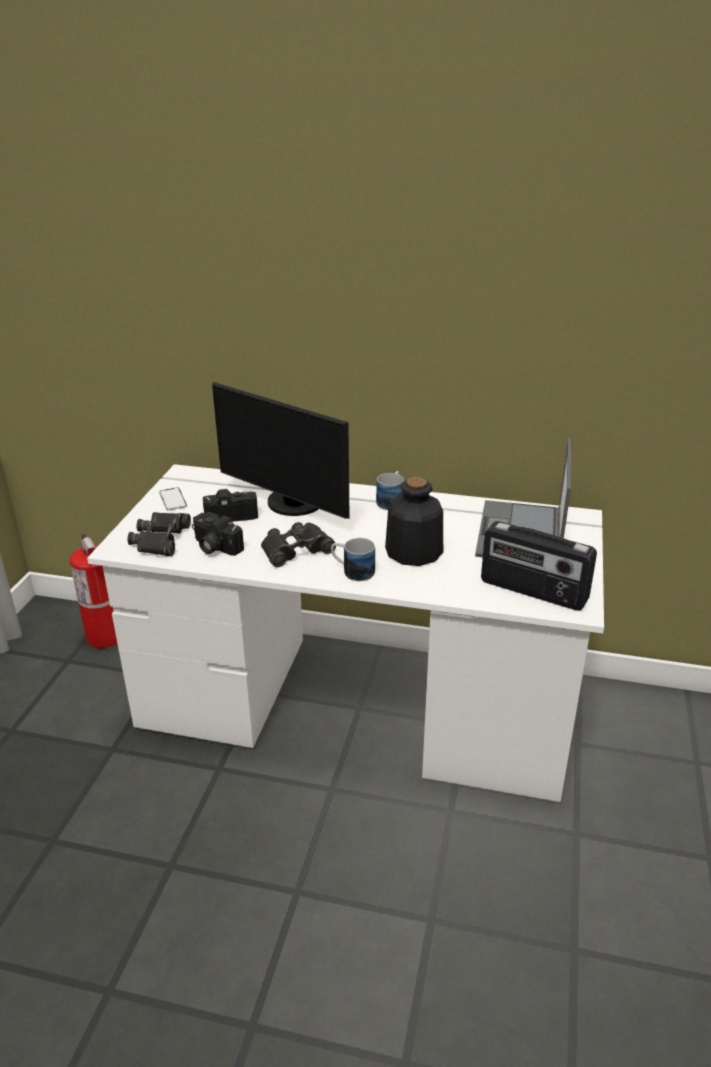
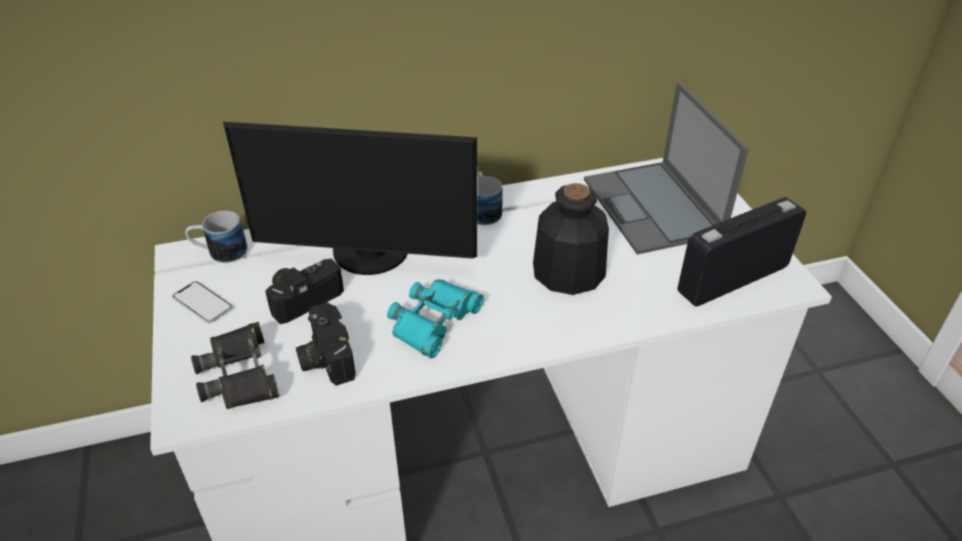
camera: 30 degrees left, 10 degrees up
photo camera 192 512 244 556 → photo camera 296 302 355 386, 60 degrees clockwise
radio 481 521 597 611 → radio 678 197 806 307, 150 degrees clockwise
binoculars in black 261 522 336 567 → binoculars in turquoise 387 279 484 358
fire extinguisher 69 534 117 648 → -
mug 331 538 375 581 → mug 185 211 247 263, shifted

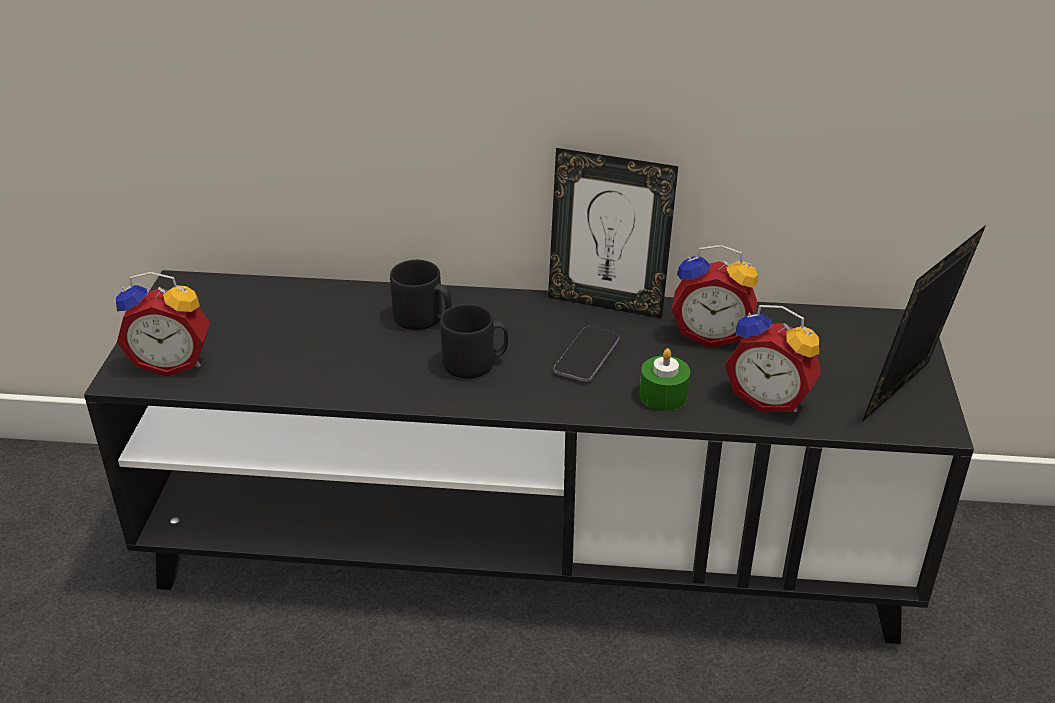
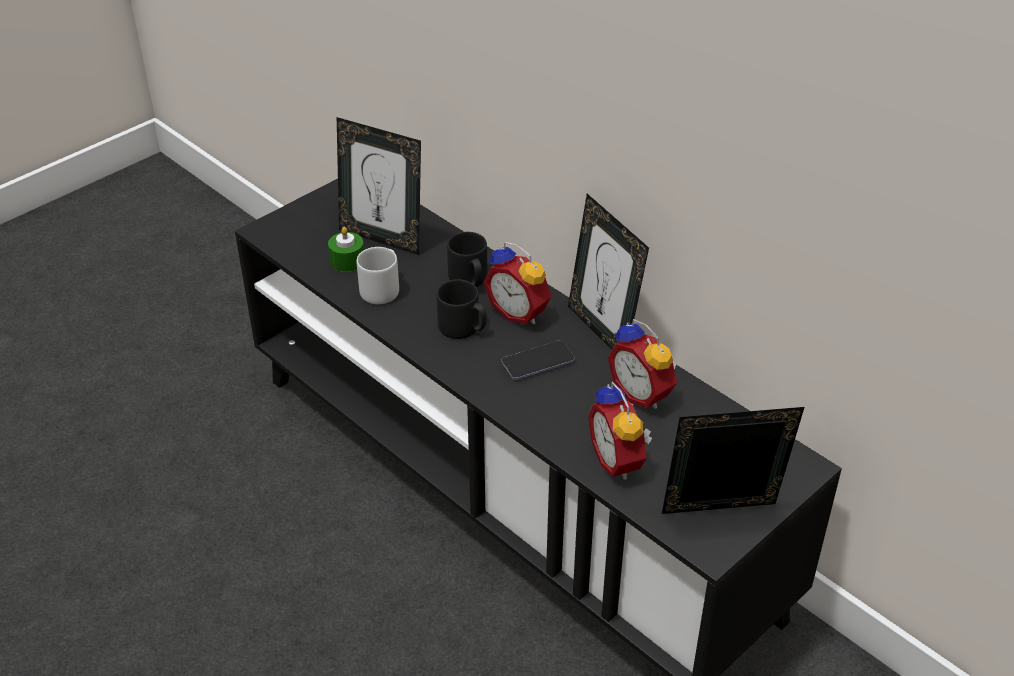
camera: 40 degrees right, 5 degrees up
alarm clock 116 272 210 377 → alarm clock 484 242 551 324, shifted
candle in green 640 348 690 411 → candle in green 328 227 364 272, shifted
- → picture frame 337 117 421 255
- → mug in grey 357 247 399 304

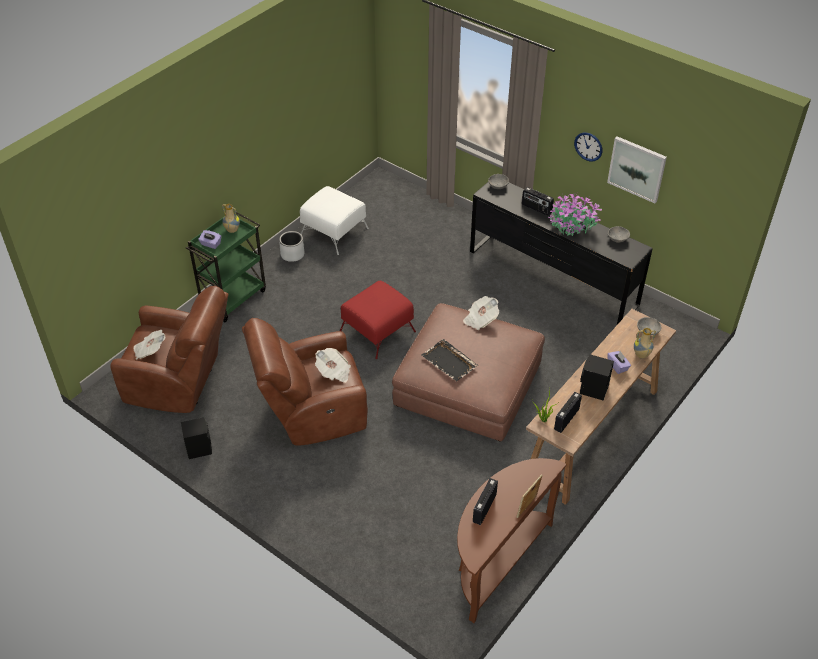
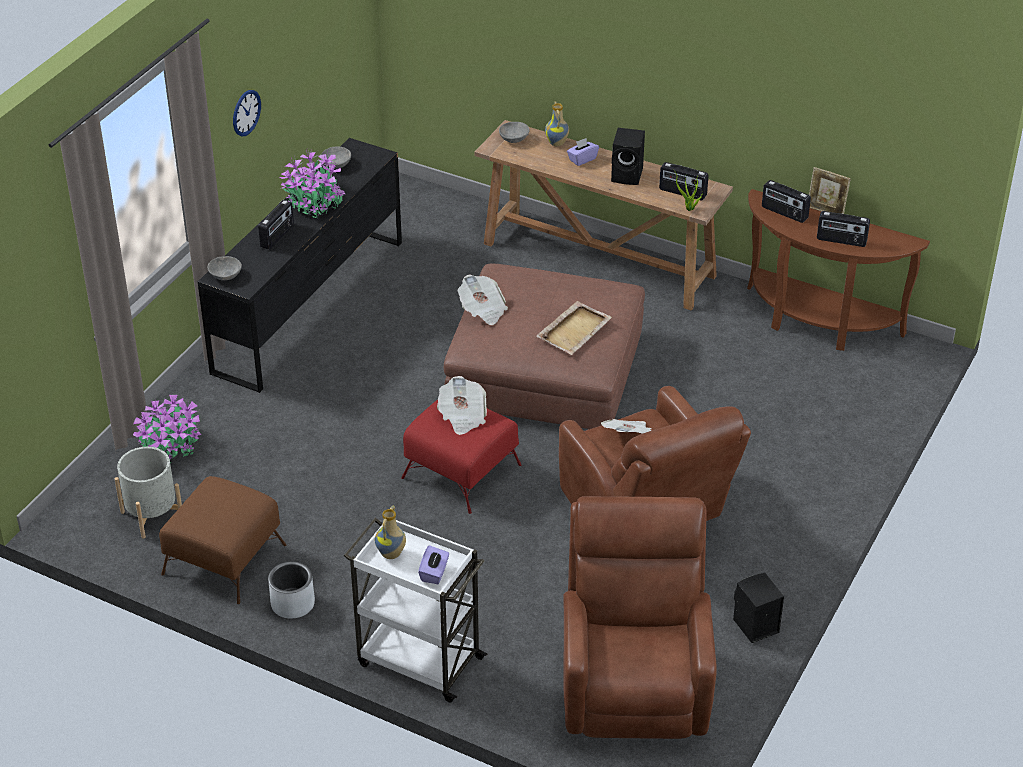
camera: 100 degrees left, 5 degrees down
picture 607 136 667 203 → -
ottoman in white 300 186 369 255 → ottoman in brown 159 476 286 604
cart in green 186 212 266 322 → cart in white 344 517 487 703
newspaper 133 330 165 360 → newspaper 437 376 487 435, shifted
tray in black 421 339 478 381 → tray in beige 536 301 612 355
- → radio 762 180 811 223
- → potted plant 133 393 201 463
- → planter in grey 115 447 182 538

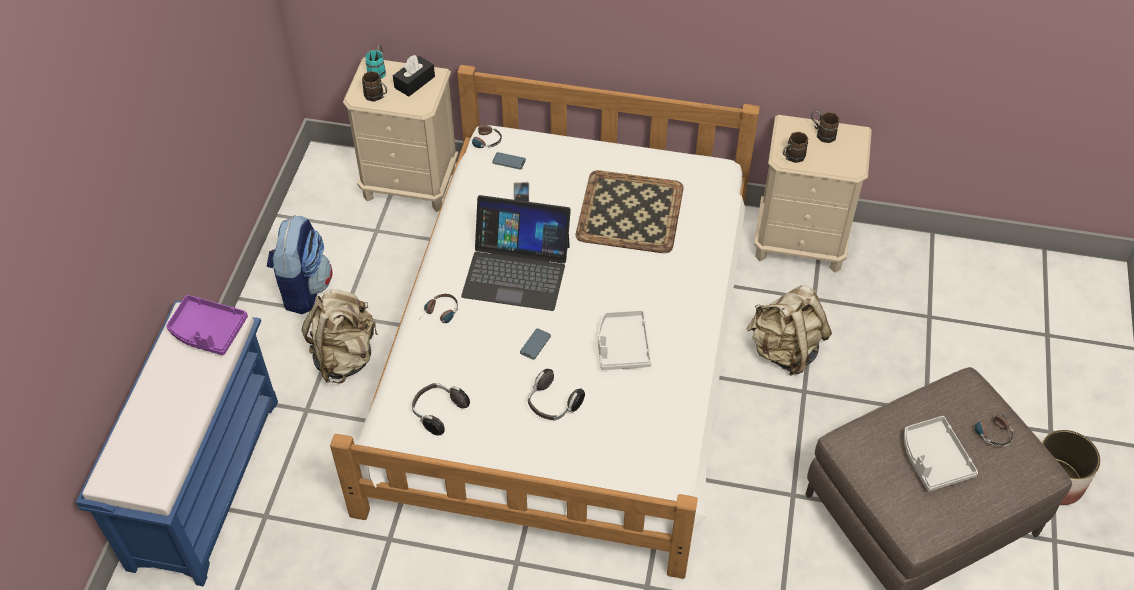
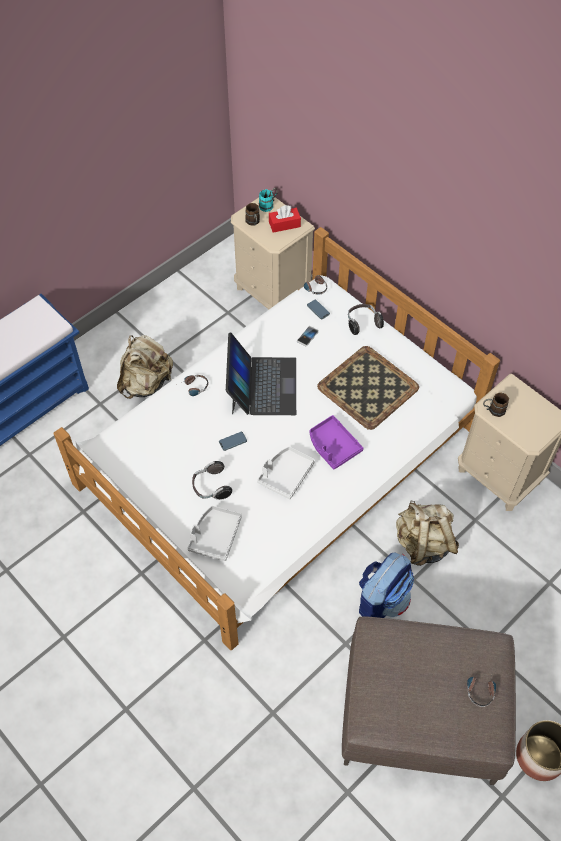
camera: 35 degrees right, 5 degrees up
tissue box in black 393 55 435 97 → tissue box in red 269 205 301 233
mug in brown 811 111 839 143 → -
laptop 461 195 571 311 → laptop 226 332 296 415, 135 degrees counterclockwise
backpack 266 215 333 314 → backpack 359 553 414 618, shifted
tray in purple 166 295 248 355 → tray in purple 310 415 363 470, shifted
headphones 412 383 470 436 → headphones 348 304 384 335, shifted
tray in grey 904 416 978 491 → tray in grey 187 506 242 561, shifted

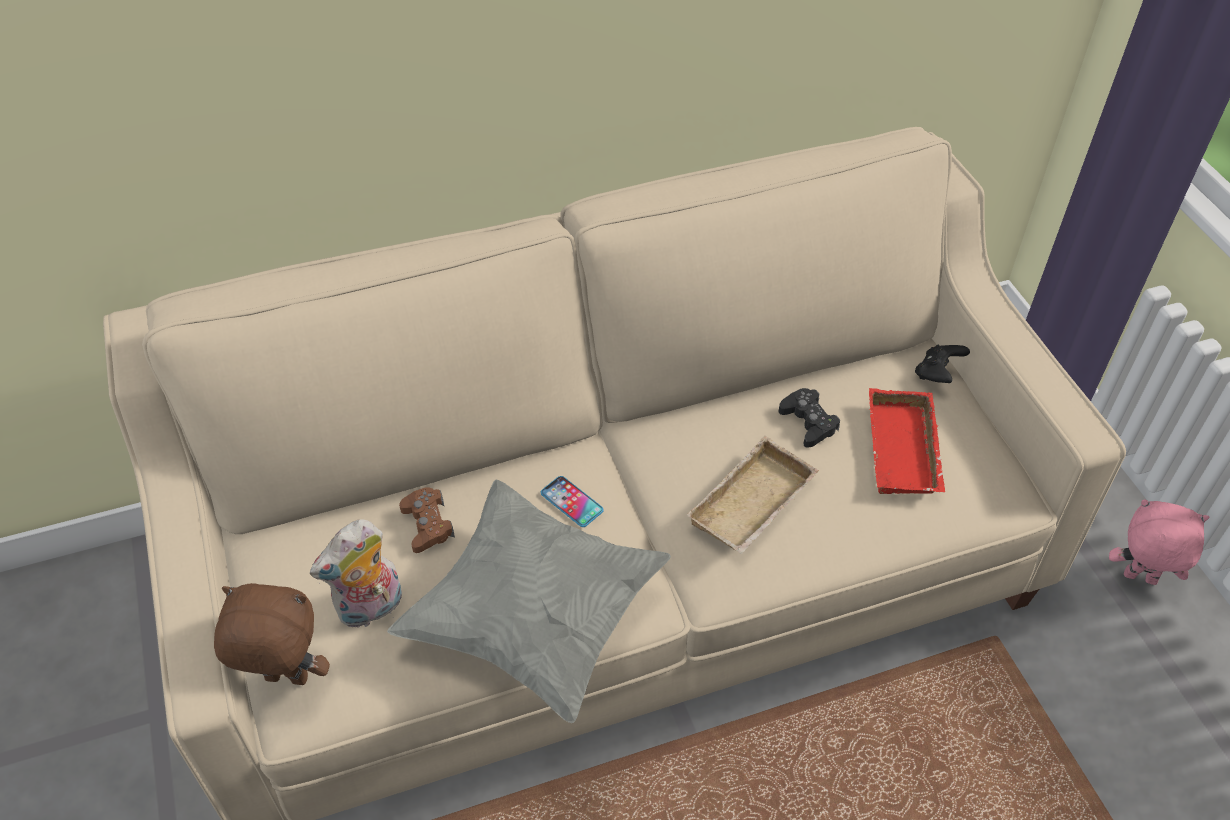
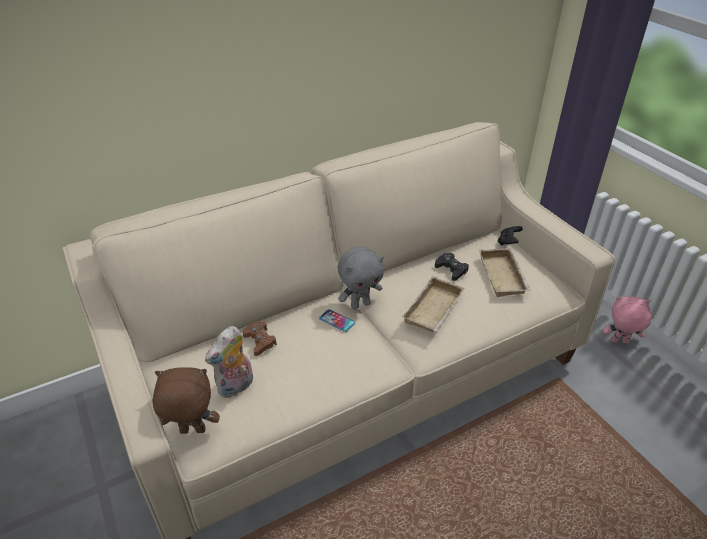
camera: 10 degrees left, 10 degrees down
tray in red 869 388 946 494 → tray in beige 479 248 531 297
pillow in grey 387 480 671 723 → -
- → plush toy in grey 338 247 384 309

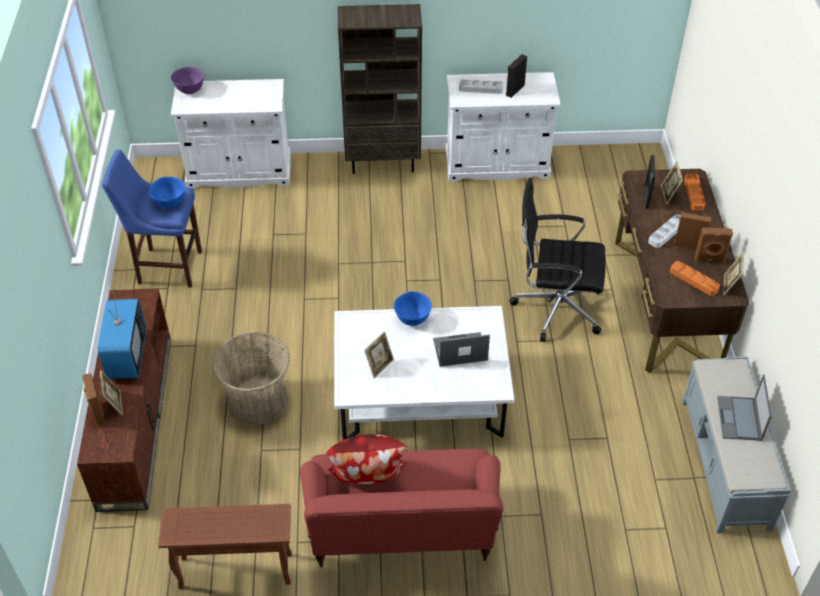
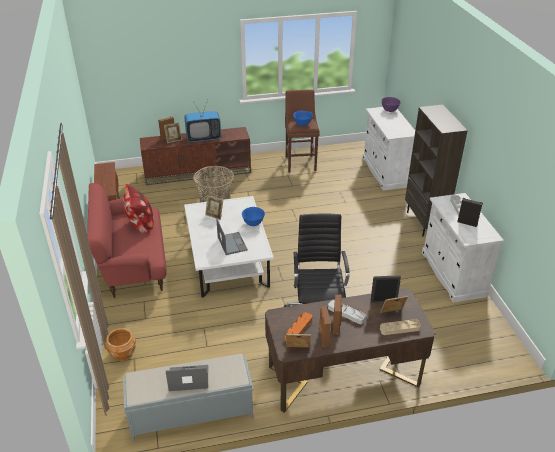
camera: 80 degrees right, 10 degrees down
stool in blue 102 150 202 288 → stool in brown 285 89 320 172
tray in orange 684 174 705 211 → tray in beige 380 319 421 335
- → planter in brown 106 328 136 361

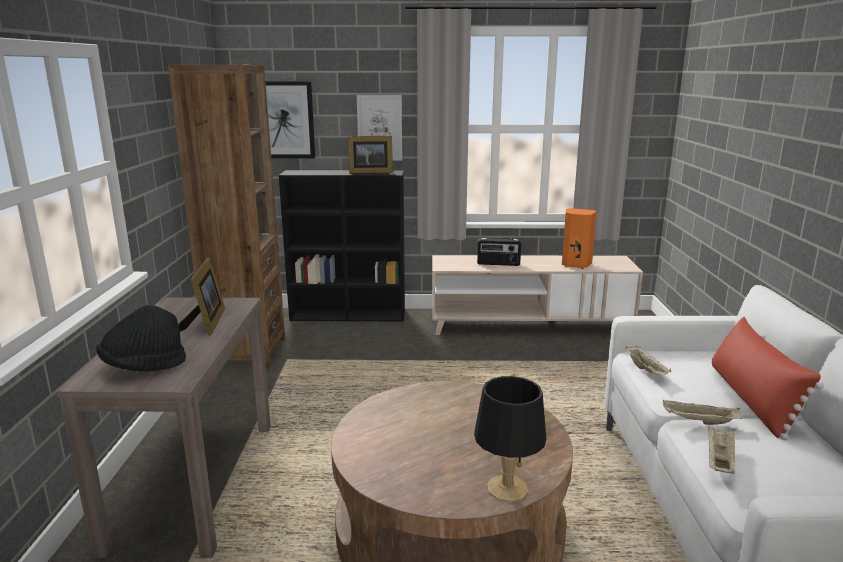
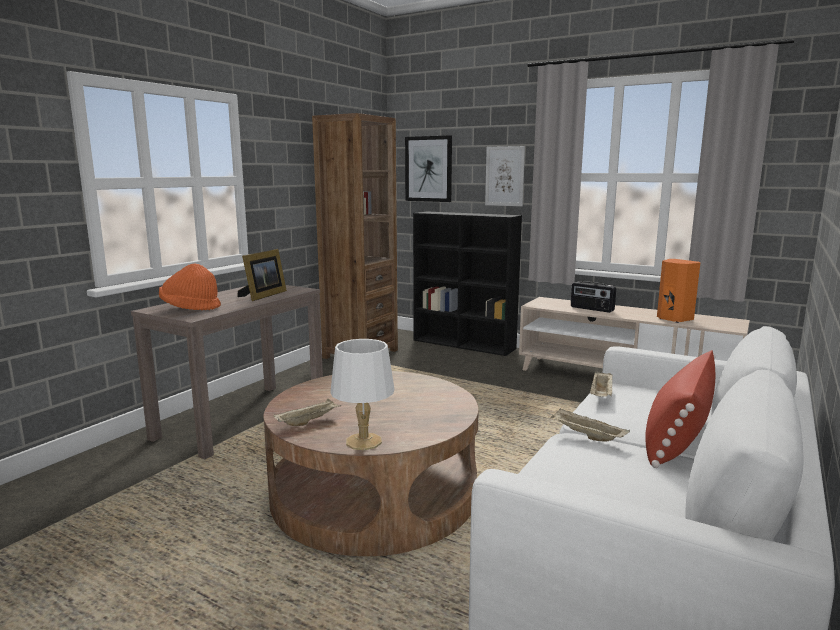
camera: 30 degrees right, 5 degrees down
picture frame 348 136 393 174 → -
hat in black 96 305 186 372 → hat in orange 159 263 221 310
table lamp in black 474 376 546 502 → table lamp in white 330 339 395 450
tray in beige 708 427 735 474 → tray in beige 273 398 341 426, shifted

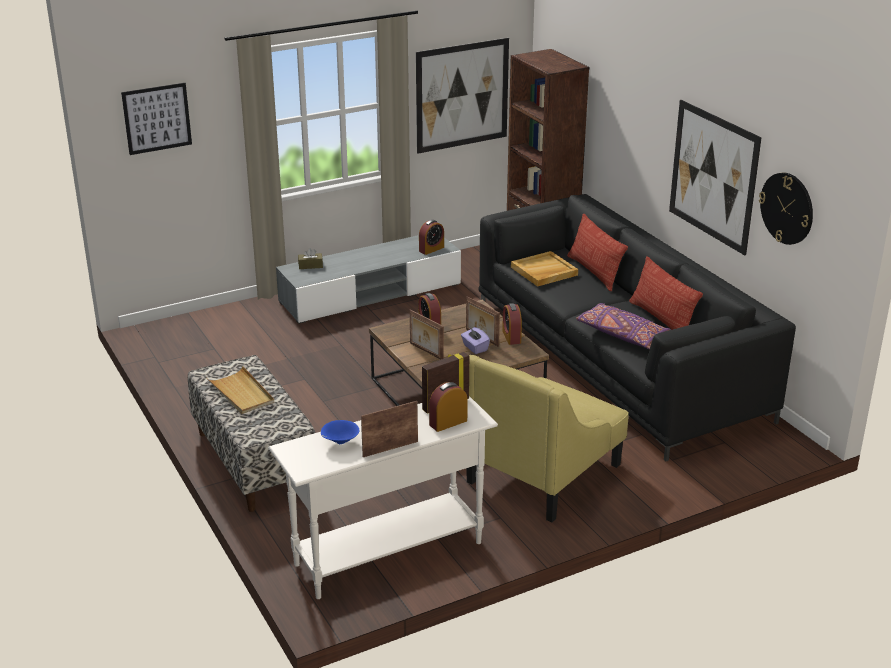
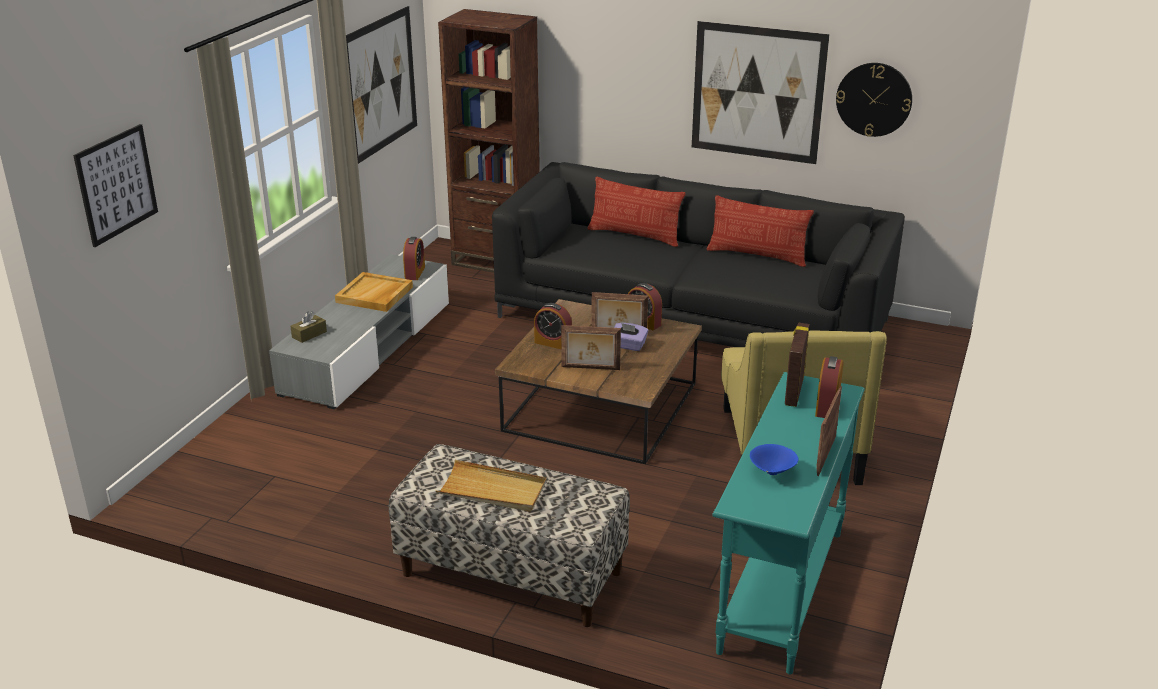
camera: 40 degrees left, 0 degrees up
tray in beige 511 251 578 287 → tray in beige 335 272 413 312, shifted
pillow in purple 576 303 671 349 → -
console table in white 268 396 498 599 → console table in turquoise 712 372 865 674

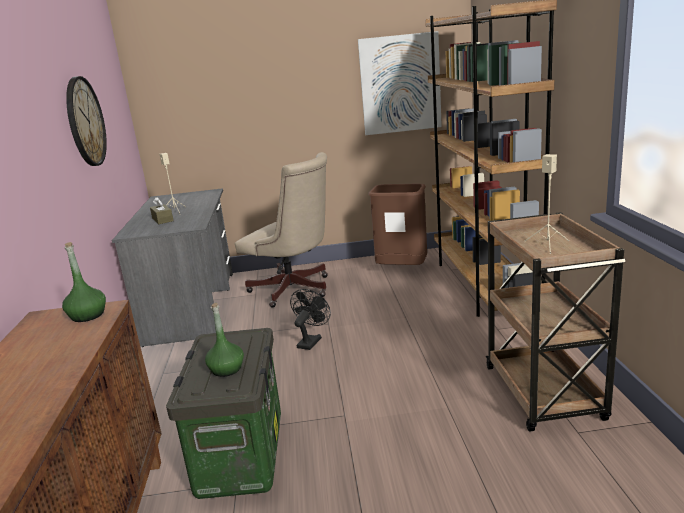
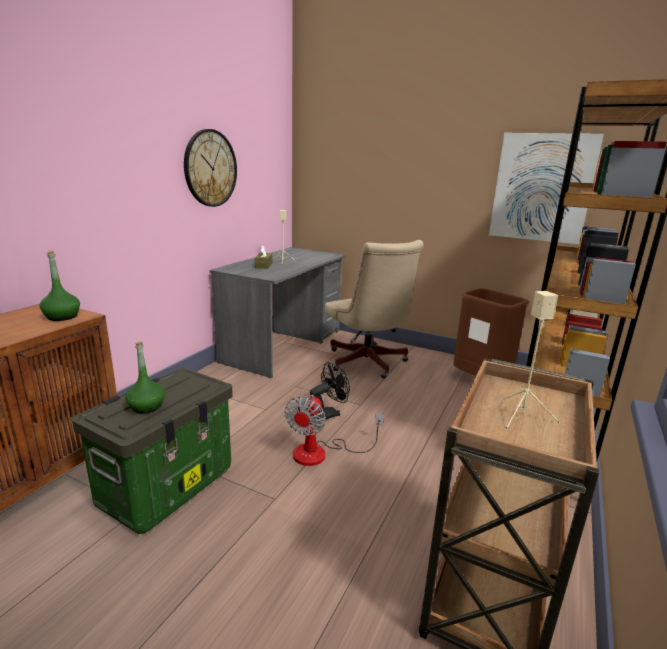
camera: 30 degrees right, 0 degrees up
- → fan 285 395 384 466

